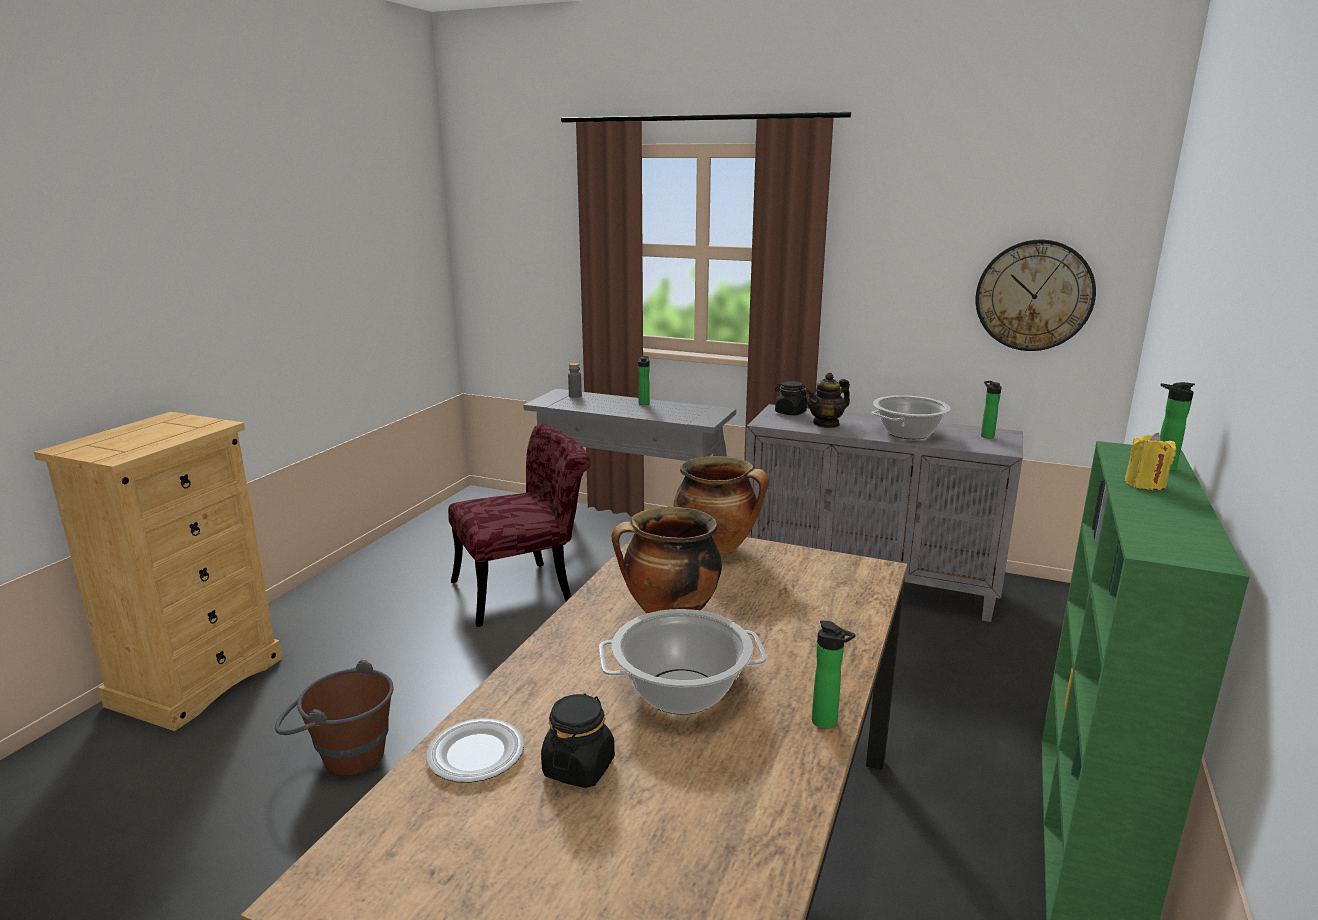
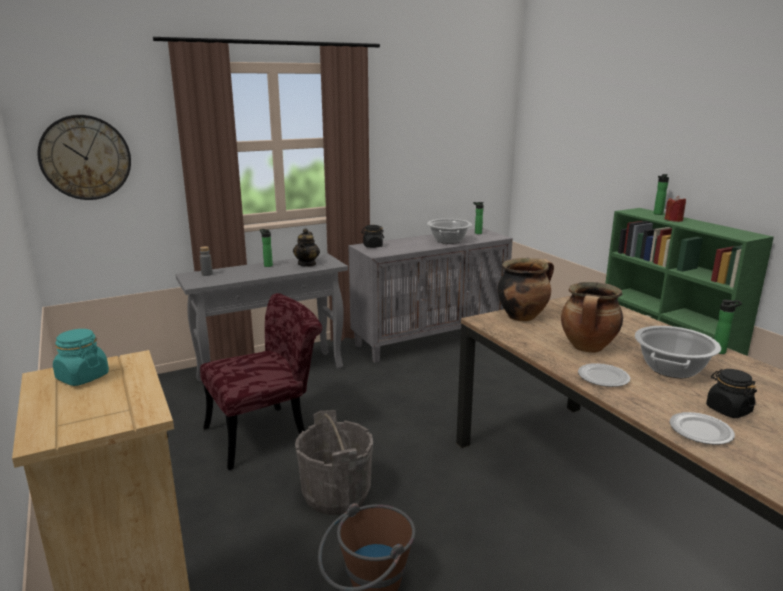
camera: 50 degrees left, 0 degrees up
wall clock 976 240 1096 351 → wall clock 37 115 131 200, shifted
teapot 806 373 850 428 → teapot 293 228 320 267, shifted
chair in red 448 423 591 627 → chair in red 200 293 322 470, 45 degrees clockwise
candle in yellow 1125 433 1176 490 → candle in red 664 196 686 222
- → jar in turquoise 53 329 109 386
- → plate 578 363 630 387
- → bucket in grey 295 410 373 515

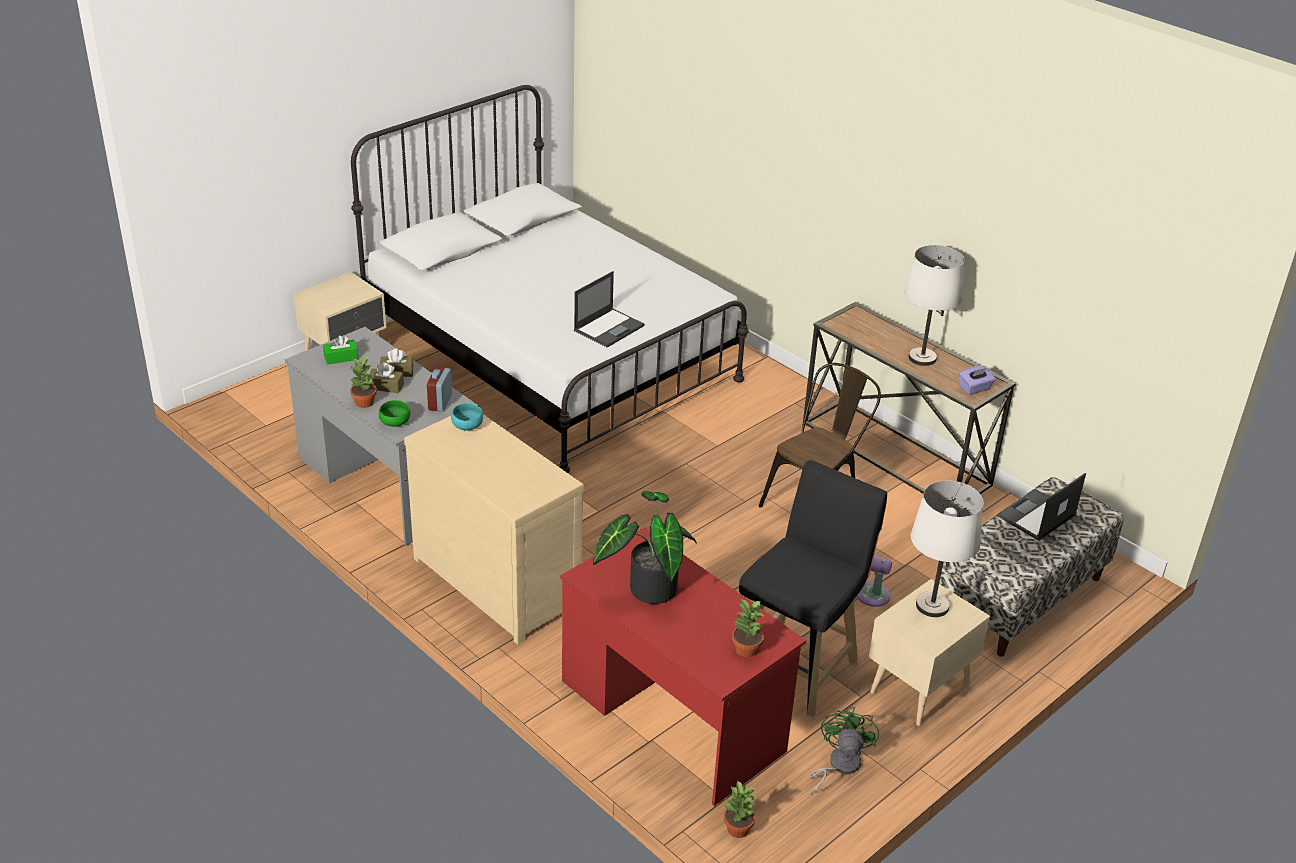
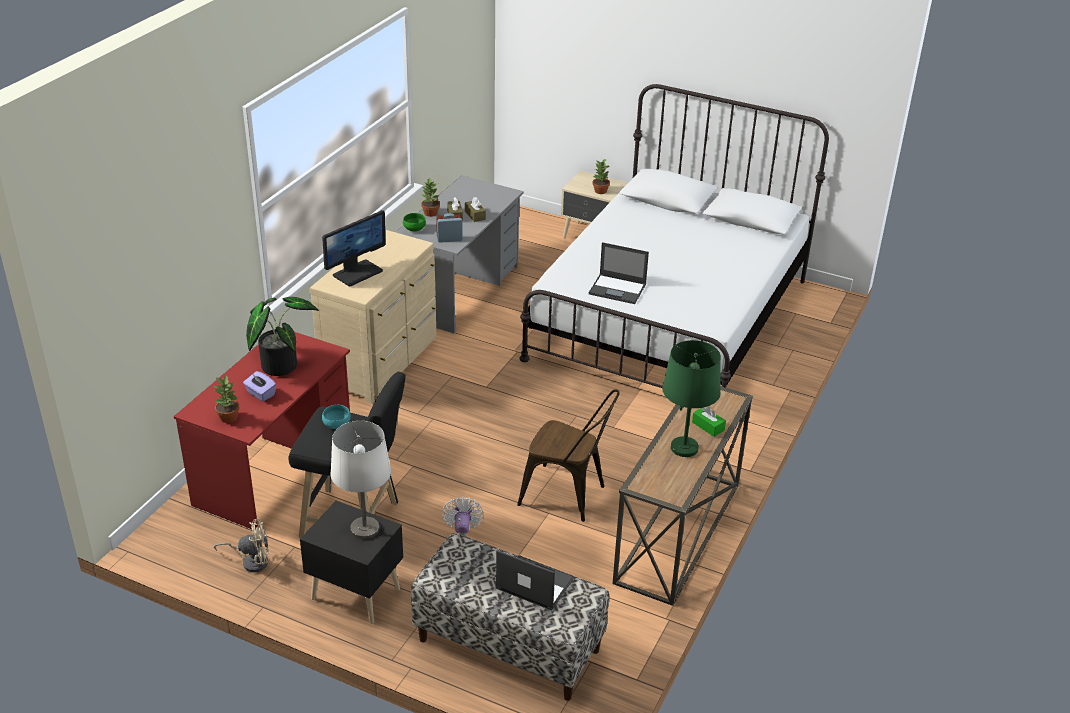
camera: 70 degrees right, 0 degrees up
table lamp in white 904 245 965 366 → table lamp in green 662 340 721 457
tissue box in green 323 335 358 365 → tissue box in green 692 406 726 437, shifted
tissue box in purple 958 365 996 395 → tissue box in purple 243 371 276 402, shifted
bowl in turquoise 451 403 483 431 → bowl in turquoise 322 404 351 429, shifted
nightstand in beige 869 579 990 726 → nightstand in black 300 501 403 624
fan in green 810 707 879 794 → fan in beige 214 519 269 573
potted plant 724 780 755 838 → potted plant 593 159 610 194, shifted
- → monitor 322 210 385 286

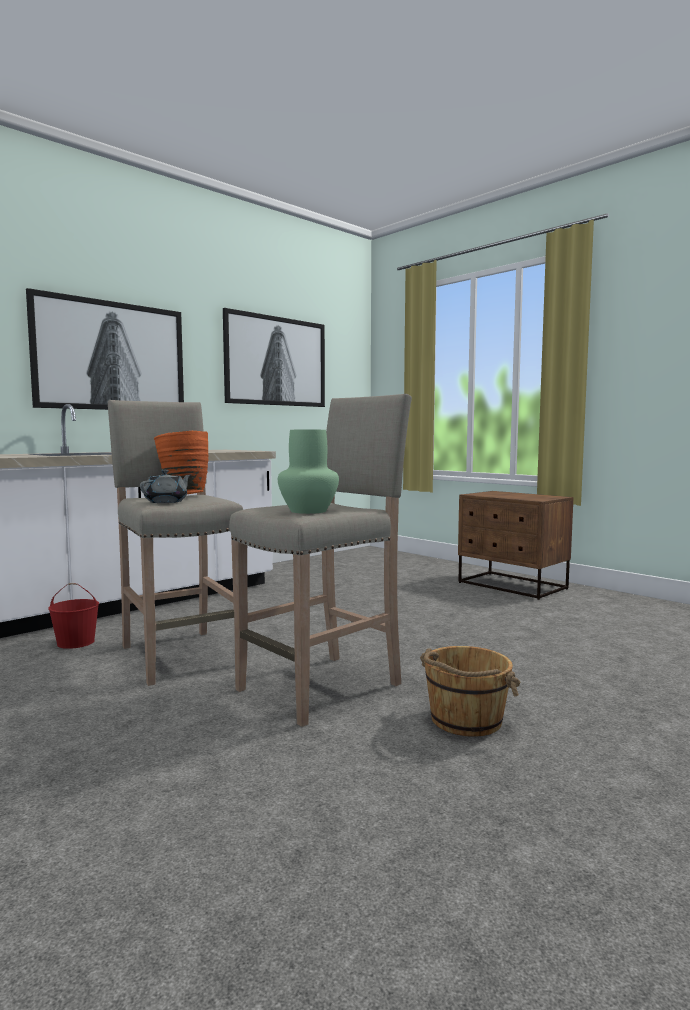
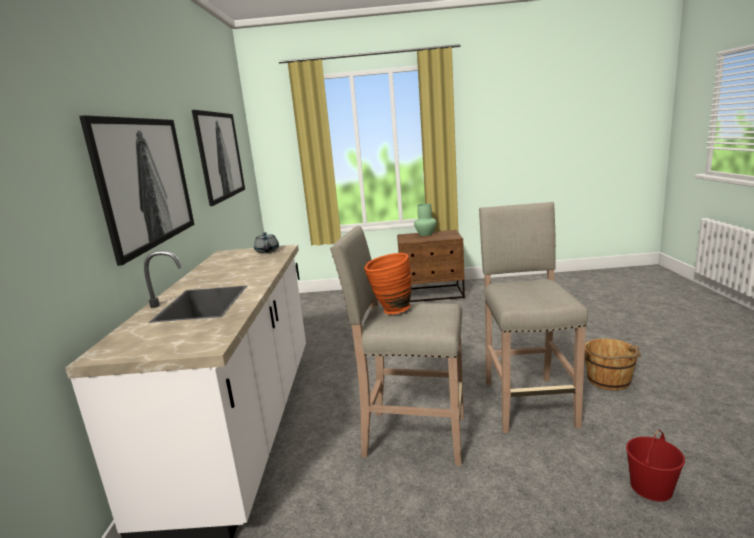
camera: 45 degrees left, 10 degrees up
vase in green 278 430 339 514 → vase in green 414 204 437 236, shifted
teapot in grey 140 470 190 503 → teapot in grey 254 232 279 253, shifted
bucket in red 48 583 99 649 → bucket in red 626 430 685 501, shifted

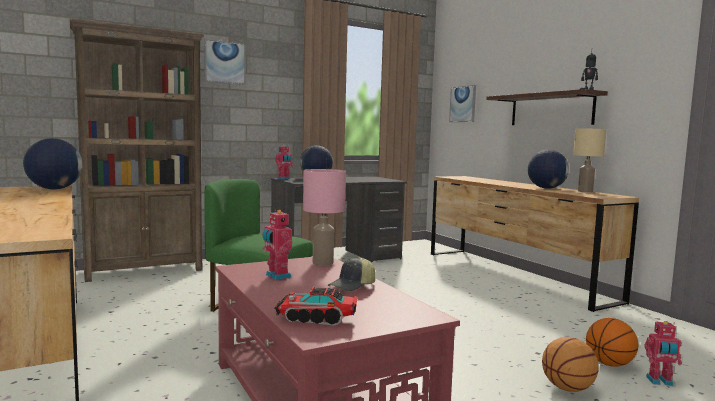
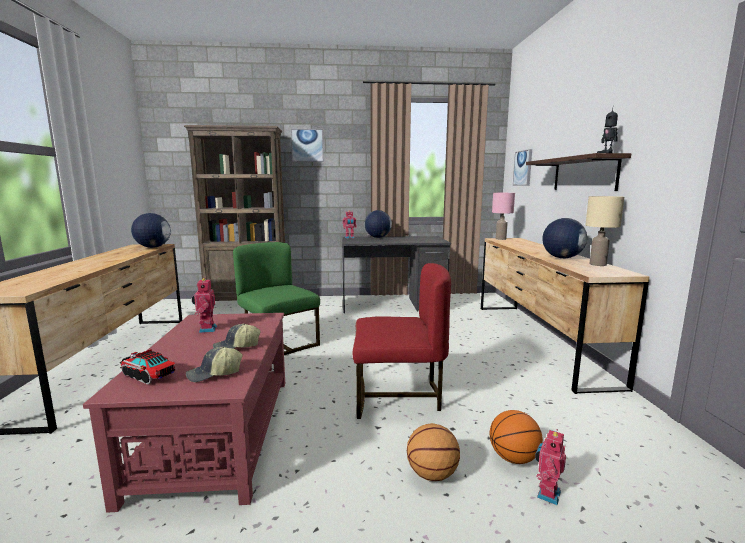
camera: 25 degrees right, 5 degrees up
table lamp in pink 303 169 346 266 → table lamp in pink 492 193 515 240, shifted
toy robot 644 321 682 386 → toy robot 535 429 566 506, 90 degrees clockwise
- → chair in red 352 263 451 419
- → cap 186 347 242 382

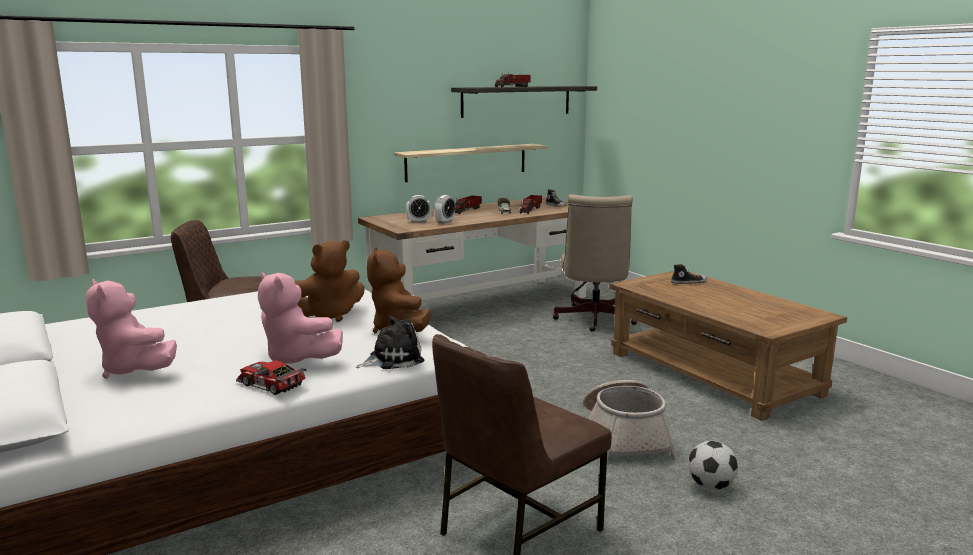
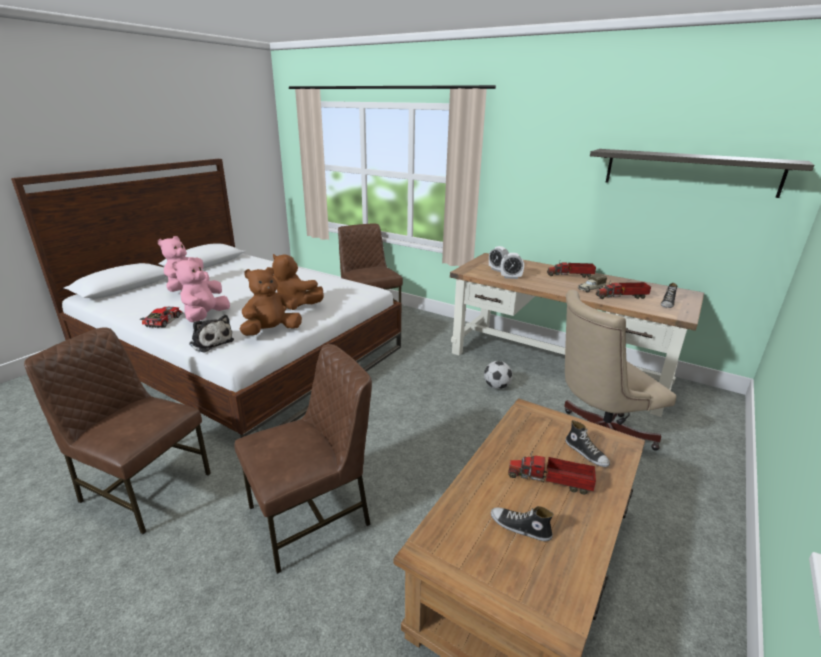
camera: 65 degrees right, 10 degrees up
toy truck 495 72 531 87 → toy truck 508 451 596 495, shifted
shelf 394 144 547 182 → -
basket 583 380 678 462 → chair in brown 234 344 372 574
football 688 441 738 490 → football 484 361 513 389, shifted
- → shoe 491 506 554 541

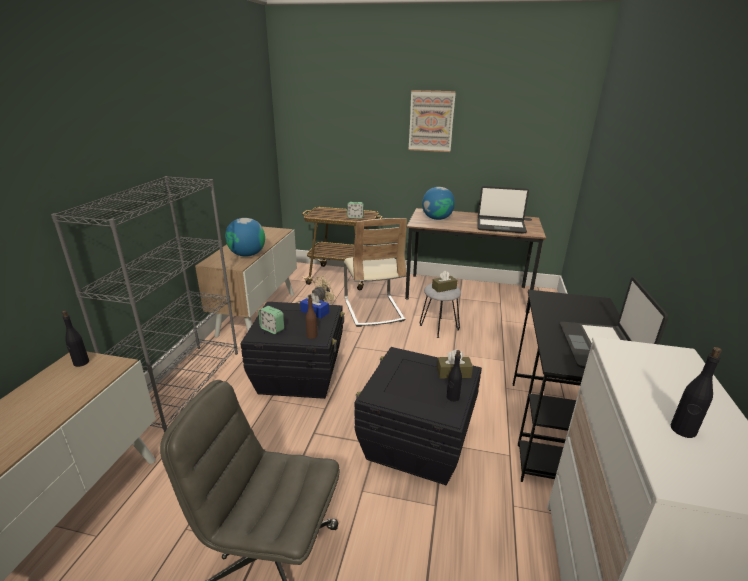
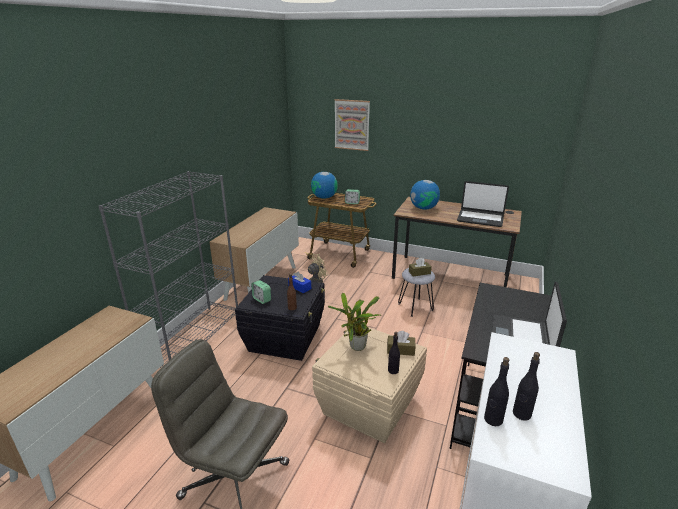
camera: 10 degrees right, 0 degrees up
picture 408 90 456 152 → picture 334 99 370 151, shifted
globe 225 218 265 256 → globe 311 172 338 199, shifted
chair in beige 344 218 407 327 → -
bottle in black 62 311 89 367 → bottle in black 484 357 509 426, shifted
storage box in black 354 347 482 485 → storage box in beige 312 327 427 443
- → potted plant 328 293 382 351

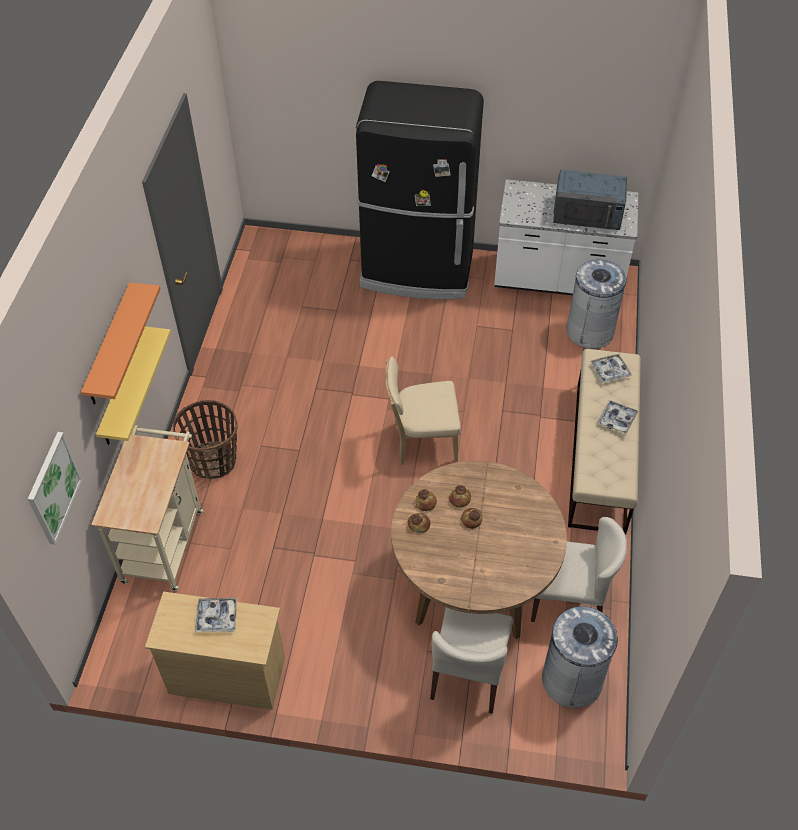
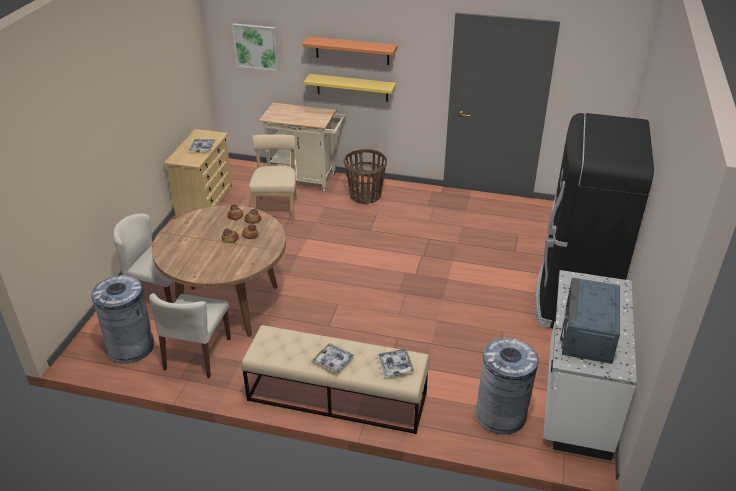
camera: 95 degrees right, 15 degrees down
chair in beige 385 356 461 465 → chair in beige 249 134 297 222, shifted

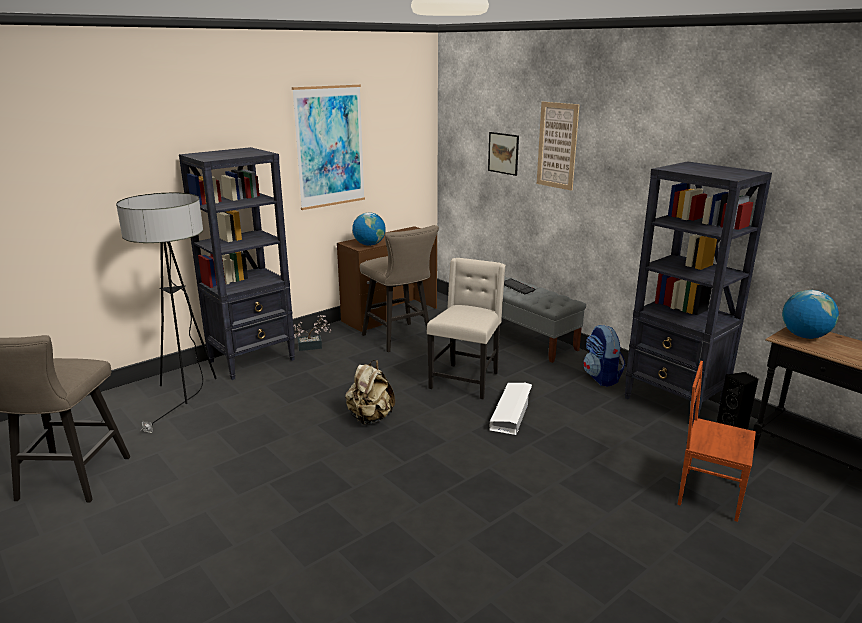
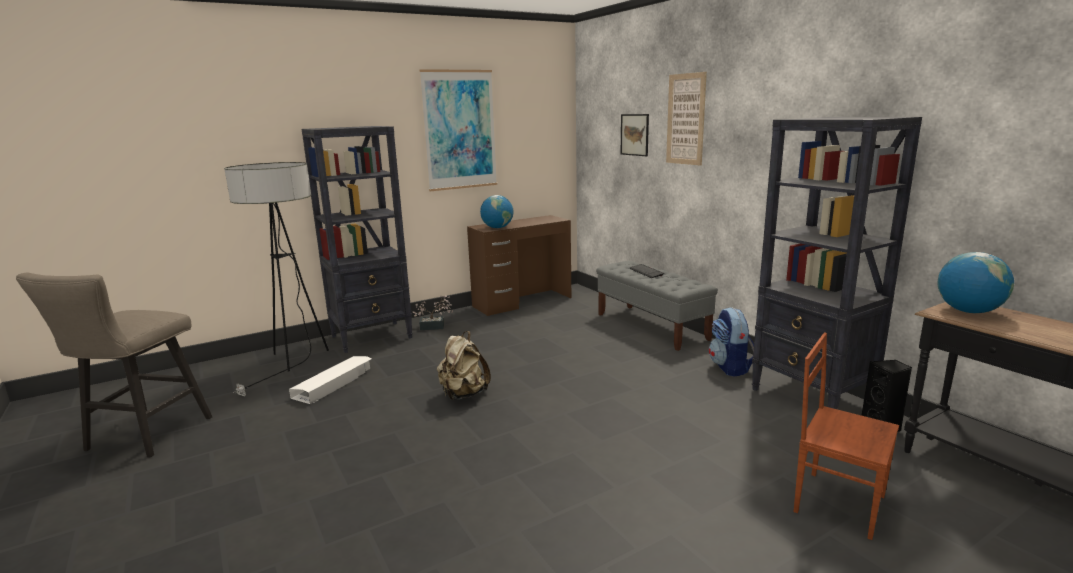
camera: 10 degrees right, 5 degrees down
stool in beige 360 225 439 352 → -
chair in beige 427 258 506 399 → -
storage box in white 489 383 532 435 → storage box in white 289 356 372 404, shifted

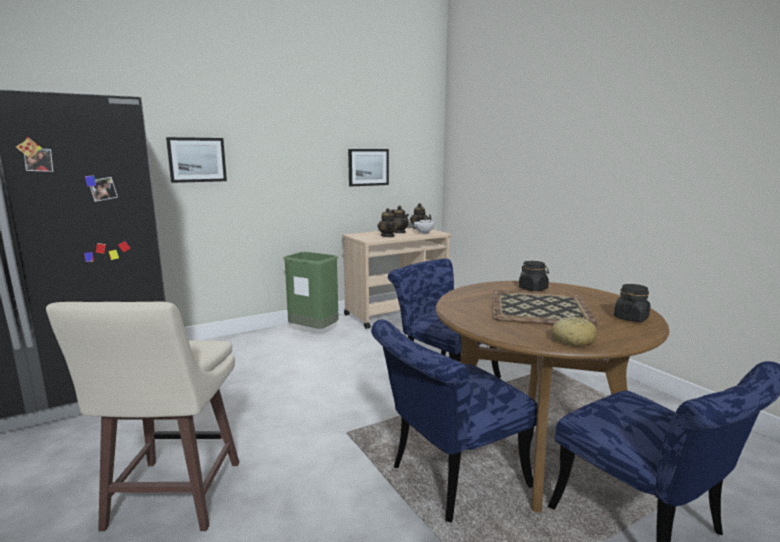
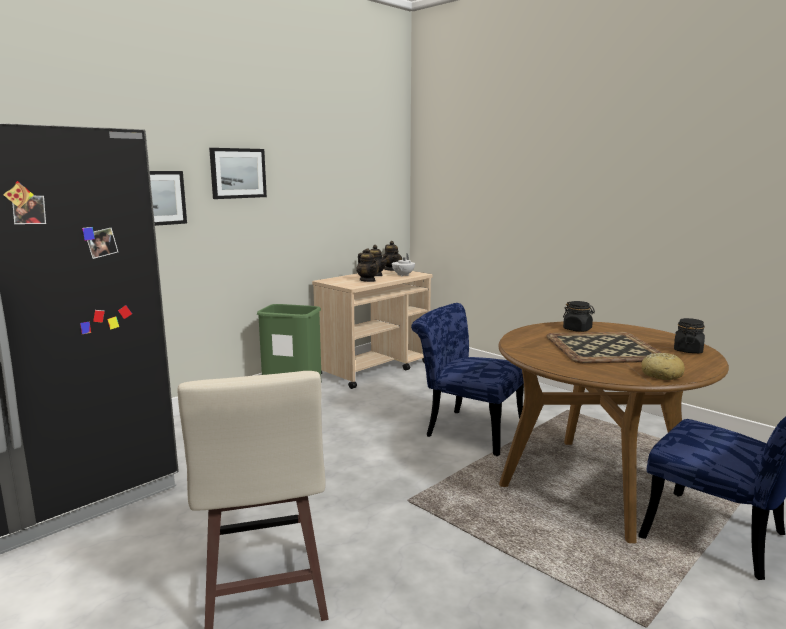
camera: 15 degrees left, 0 degrees up
picture 348 149 389 186 → picture 209 148 267 199, shifted
chair in blue 371 319 538 523 → -

